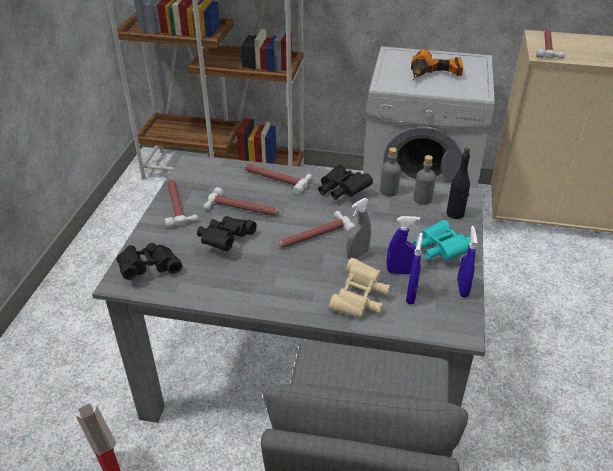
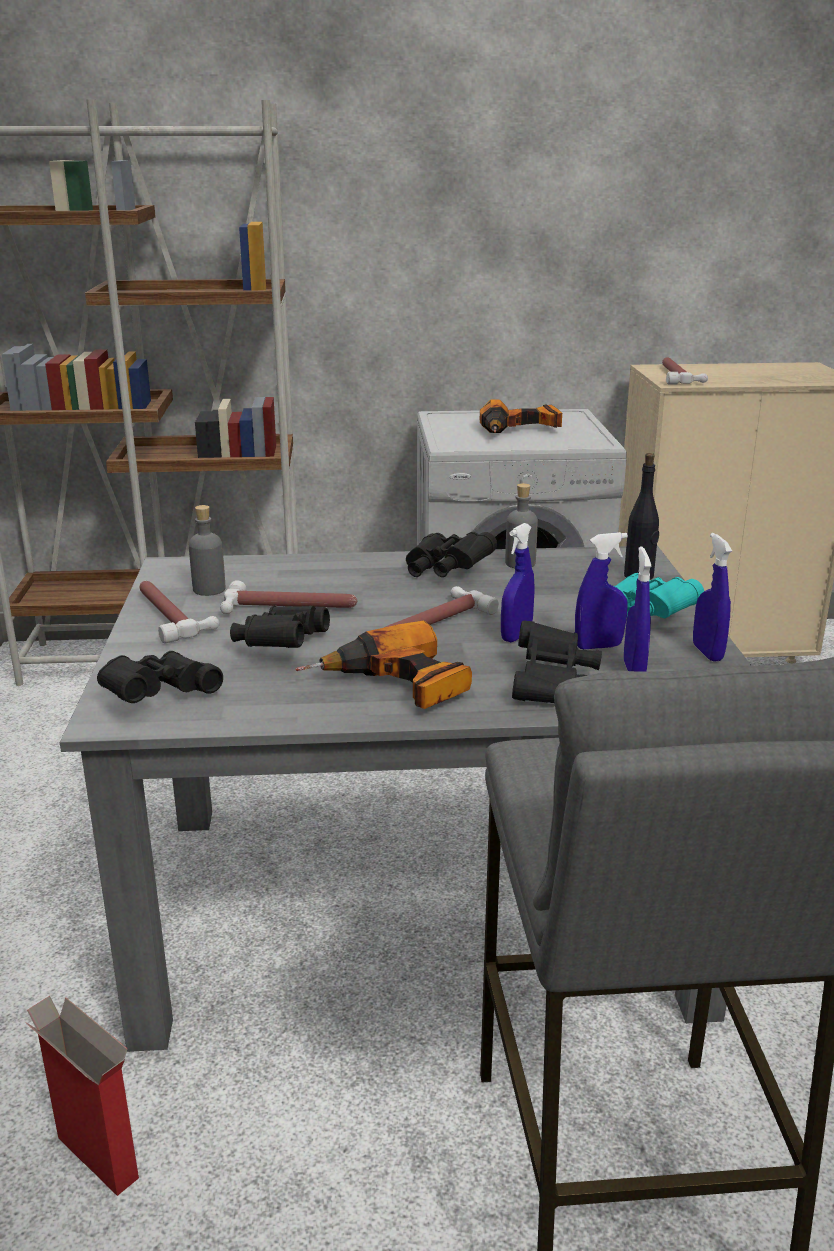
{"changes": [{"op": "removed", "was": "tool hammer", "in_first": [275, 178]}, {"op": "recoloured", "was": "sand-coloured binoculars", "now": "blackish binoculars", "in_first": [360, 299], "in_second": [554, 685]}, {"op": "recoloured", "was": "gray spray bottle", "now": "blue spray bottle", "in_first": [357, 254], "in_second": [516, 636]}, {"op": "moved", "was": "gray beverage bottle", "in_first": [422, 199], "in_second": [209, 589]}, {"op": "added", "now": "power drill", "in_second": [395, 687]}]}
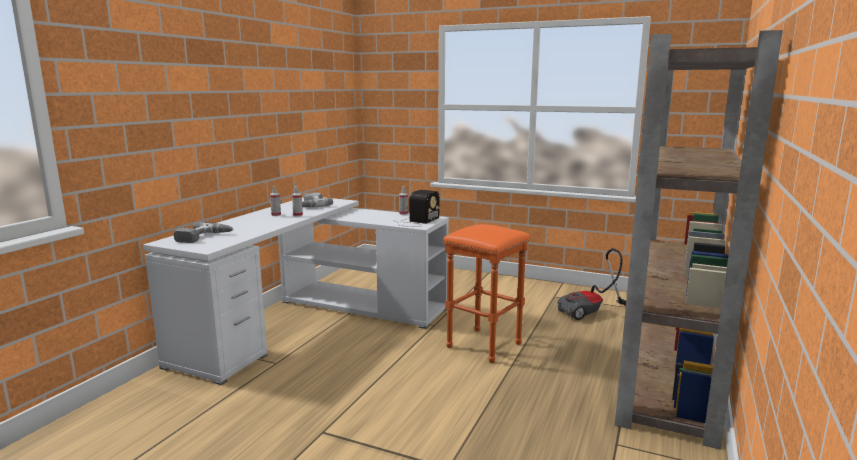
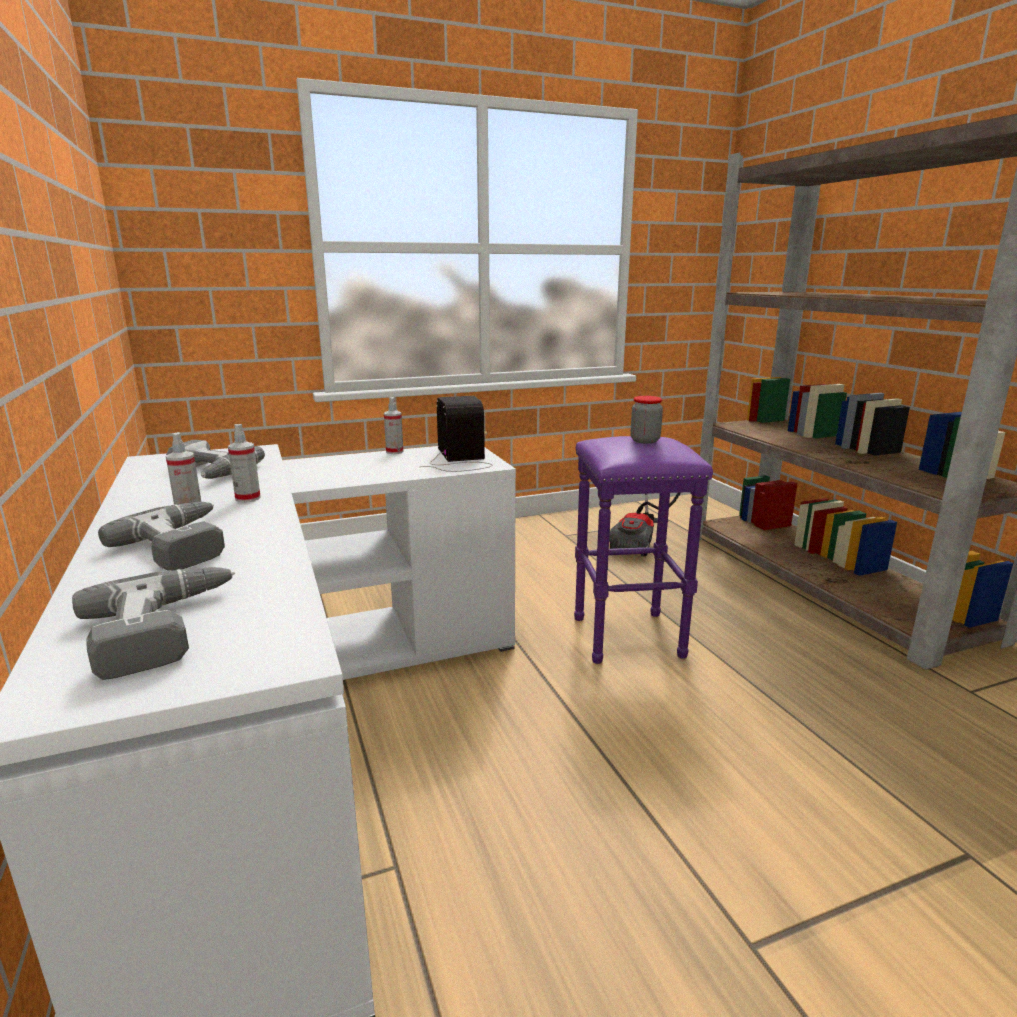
{"changes": [{"op": "recoloured", "was": "orange sitting stool", "now": "purple-coloured sitting stool", "in_first": [484, 346], "in_second": [630, 637]}, {"op": "added", "now": "power drill", "in_second": [186, 544]}, {"op": "added", "now": "jar", "in_second": [645, 440]}]}
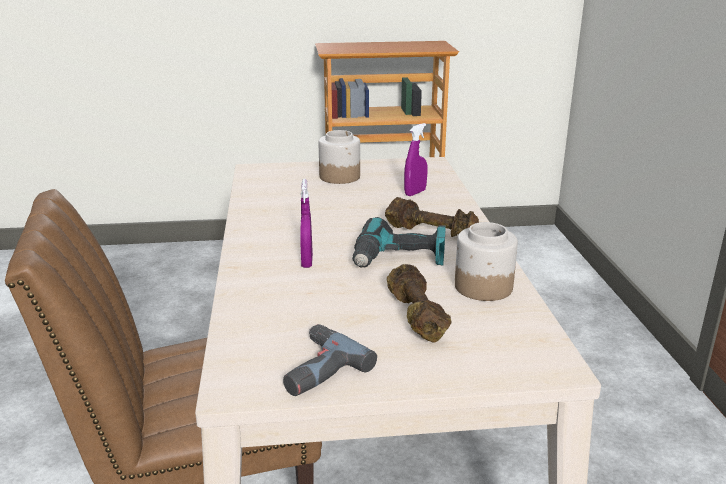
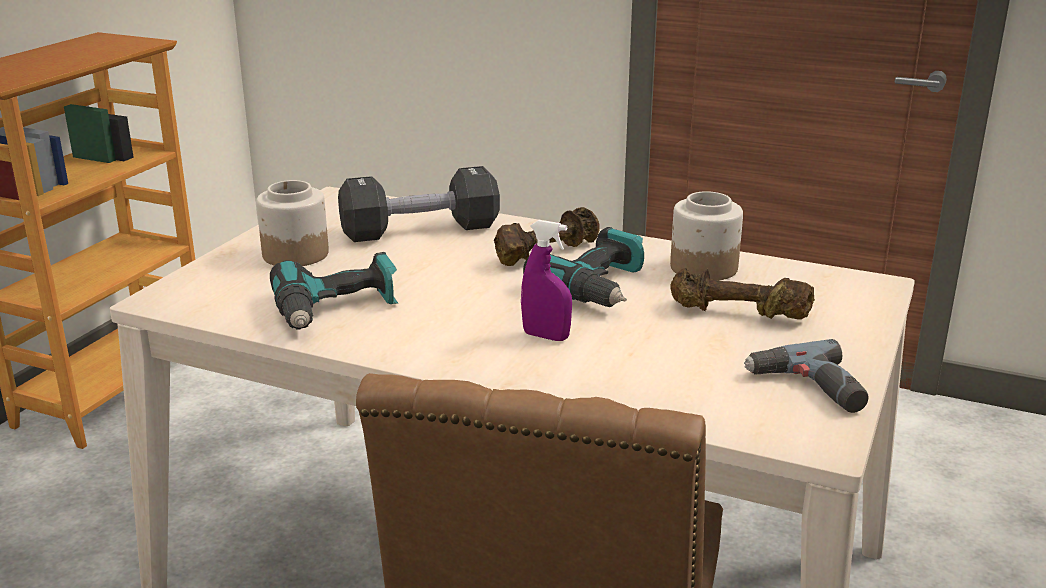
{"changes": [{"op": "replaced", "was": "purple-coloured spray bottle", "now": "blackish dumbbell", "in_first": [415, 193], "in_second": [420, 230]}, {"op": "added", "now": "power drill", "in_second": [337, 310]}]}
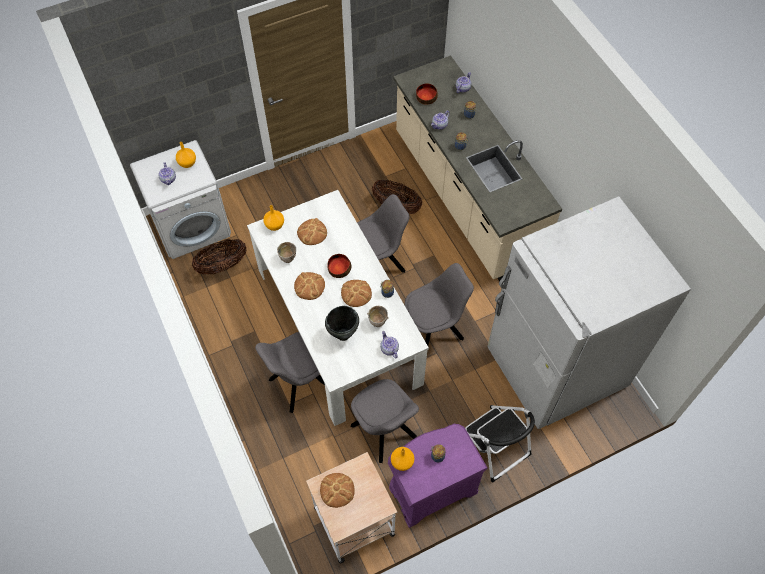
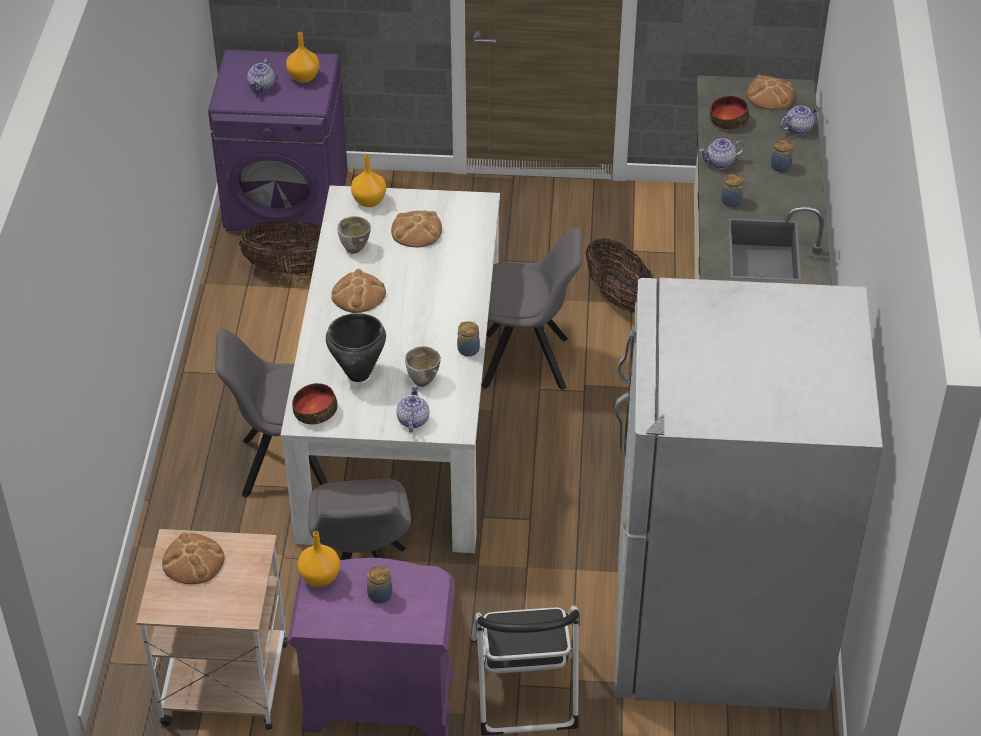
{"changes": [{"op": "recoloured", "was": "white-coloured laundry appliance", "now": "purple-coloured laundry appliance", "in_first": [192, 226], "in_second": [286, 202]}, {"op": "moved", "was": "bowl", "in_first": [339, 268], "in_second": [315, 411]}, {"op": "moved", "was": "bakery bread", "in_first": [356, 293], "in_second": [770, 95]}, {"op": "removed", "was": "gray plain chair", "in_first": [433, 331]}]}
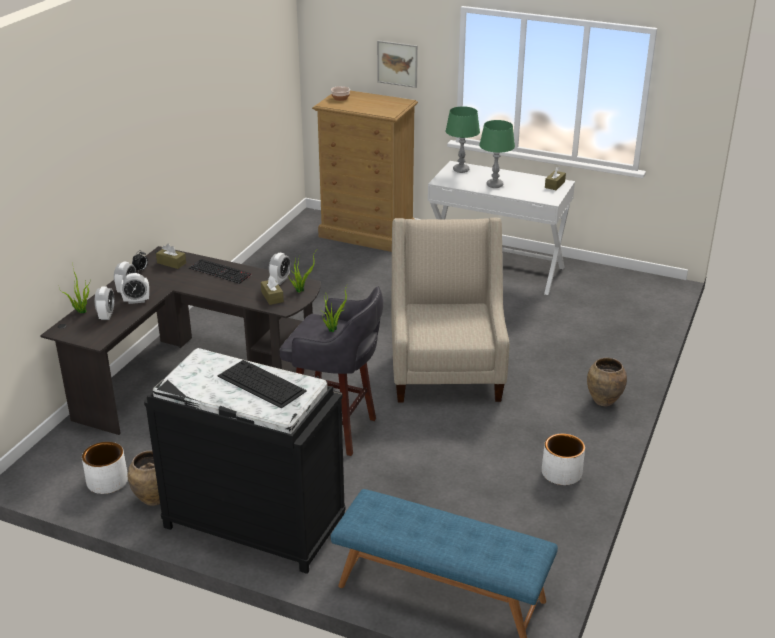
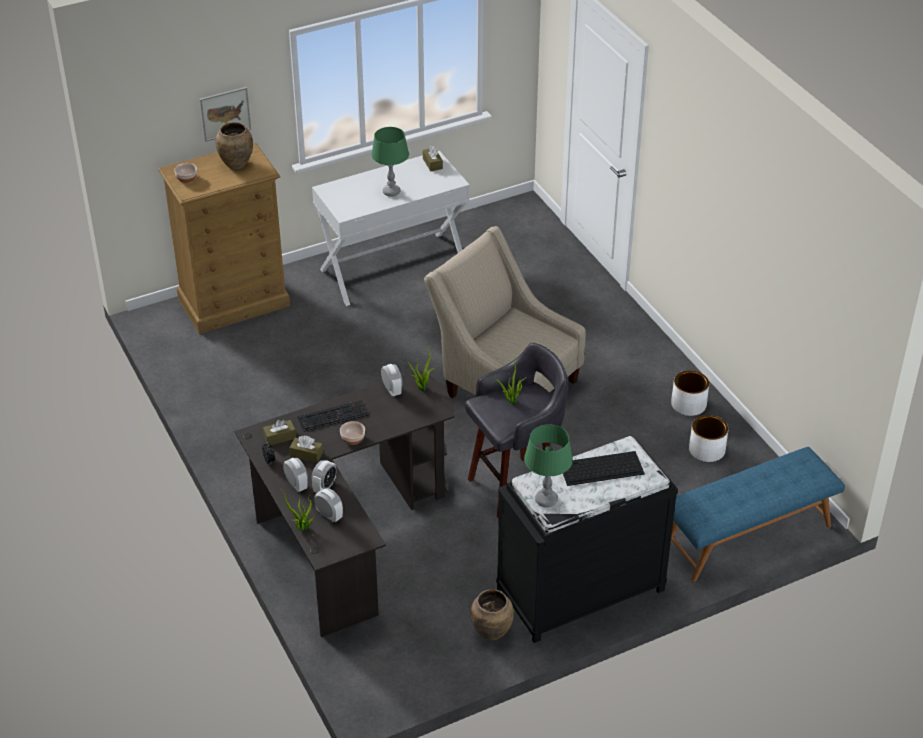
{"changes": [{"op": "moved", "was": "white-coloured flower pot", "in_first": [107, 482], "in_second": [706, 450]}, {"op": "moved", "was": "brown-coloured tissue holder", "in_first": [272, 297], "in_second": [306, 454]}, {"op": "moved", "was": "green lamp for a table", "in_first": [461, 170], "in_second": [546, 500]}, {"op": "moved", "was": "brown-coloured decorative vase", "in_first": [603, 401], "in_second": [236, 164]}, {"op": "added", "now": "bowl", "in_second": [352, 438]}]}
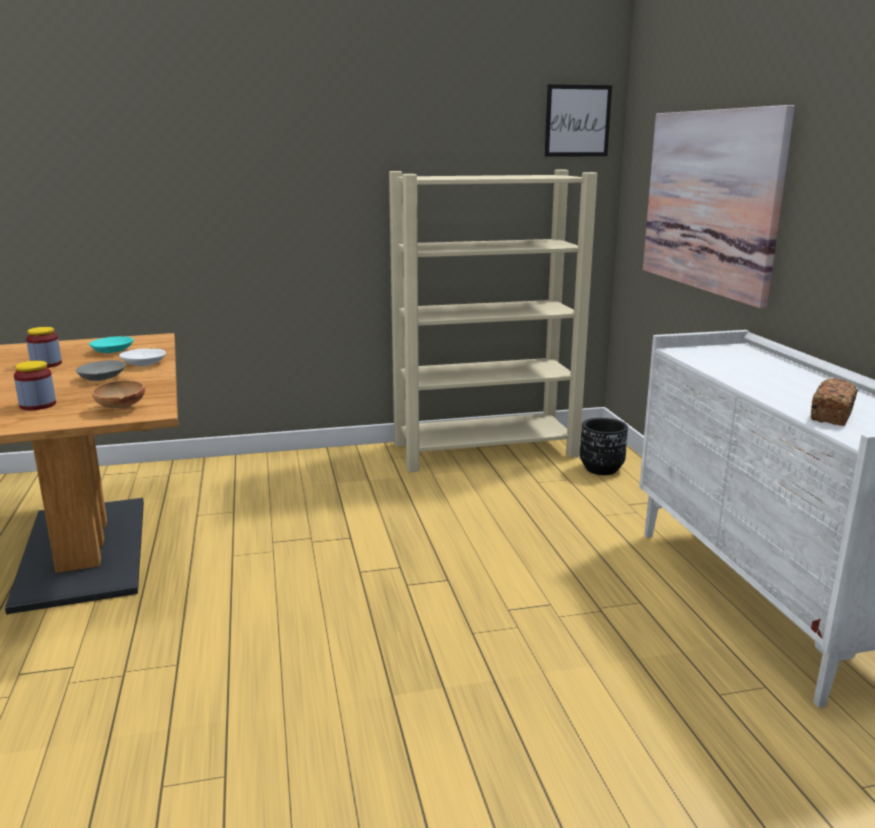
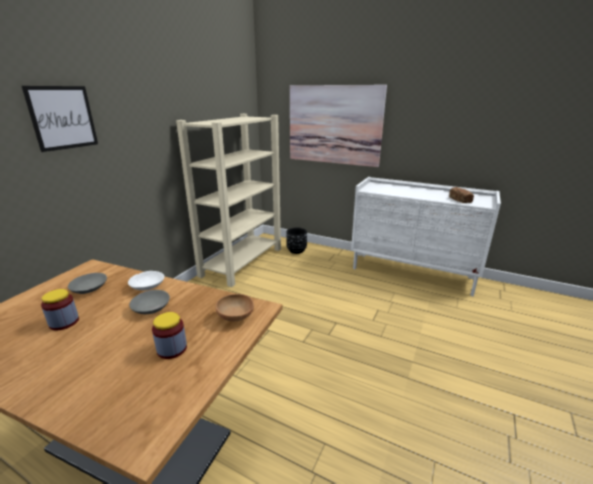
{"changes": [{"op": "recoloured", "was": "blue-green bowl", "now": "gray bowl", "in_first": [112, 351], "in_second": [89, 289]}, {"op": "moved", "was": "picture", "in_first": [577, 121], "in_second": [63, 118]}]}
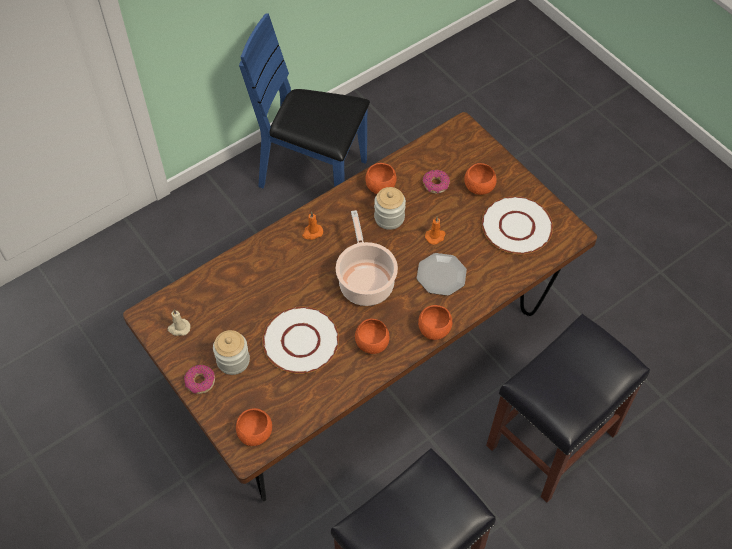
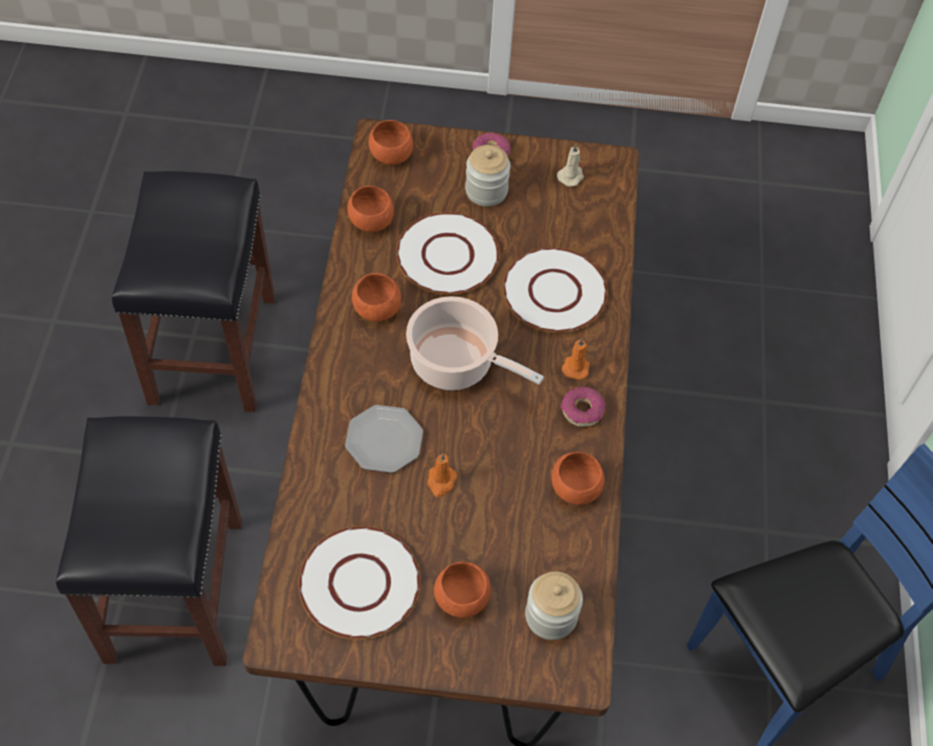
{"changes": [{"op": "moved", "was": "jar", "in_first": [389, 218], "in_second": [551, 616]}, {"op": "moved", "was": "orange bowl", "in_first": [434, 329], "in_second": [371, 222]}, {"op": "moved", "was": "ring doughnut", "in_first": [435, 185], "in_second": [582, 410]}, {"op": "added", "now": "white-coloured flat dish", "in_second": [554, 292]}]}
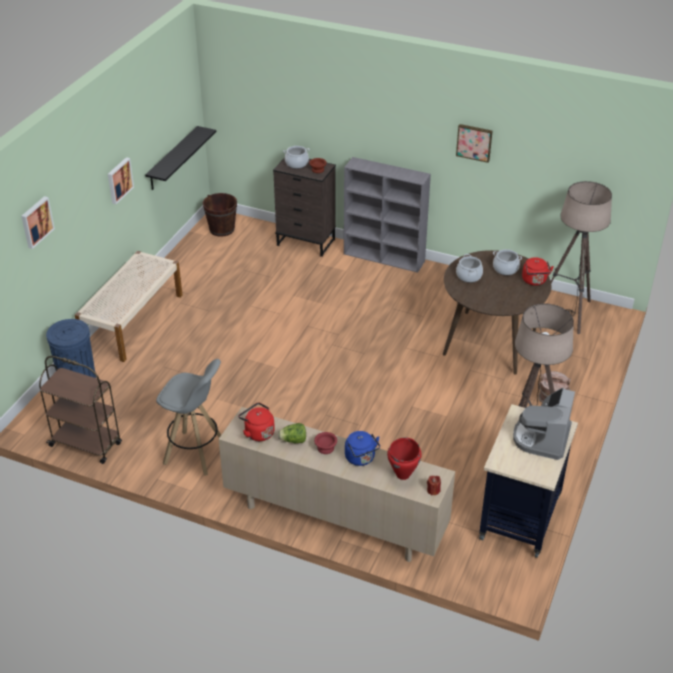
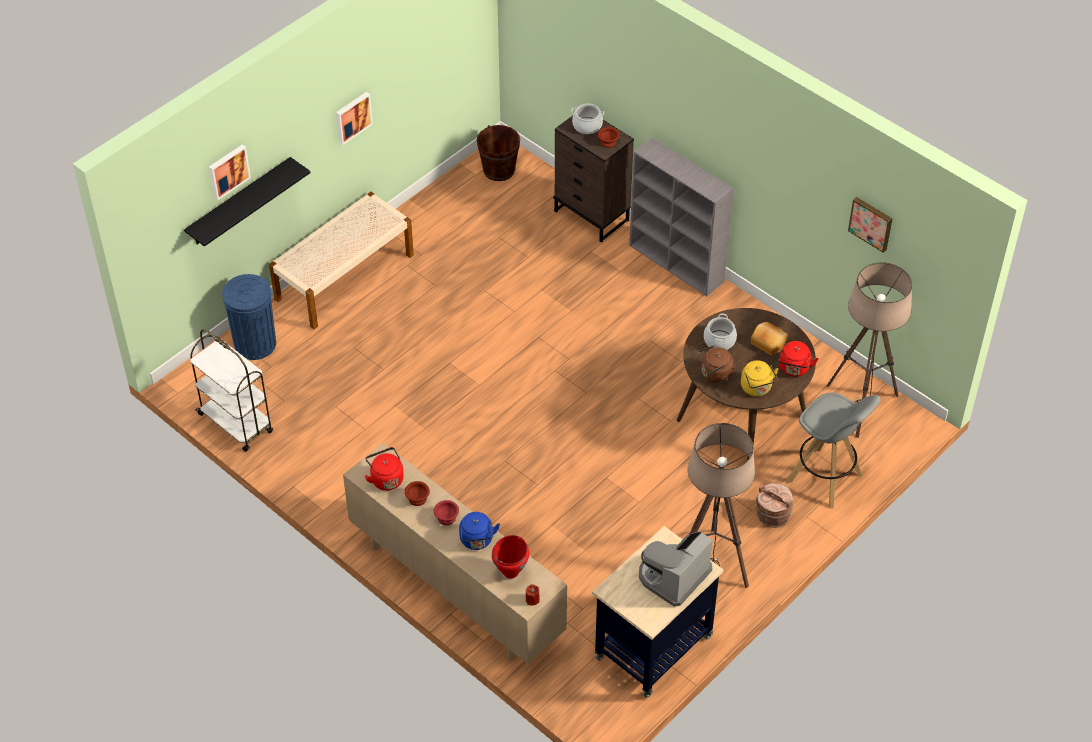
{"changes": [{"op": "recoloured", "was": "brown-coloured wheeled cart", "now": "white-coloured wheeled cart", "in_first": [86, 445], "in_second": [236, 424]}, {"op": "moved", "was": "blackish wall shelf", "in_first": [173, 158], "in_second": [239, 202]}, {"op": "moved", "was": "gray sitting stool", "in_first": [196, 453], "in_second": [826, 479]}, {"op": "replaced", "was": "head of lettuce", "now": "brown-coloured bowl", "in_first": [293, 440], "in_second": [418, 499]}, {"op": "moved", "was": "picture", "in_first": [474, 142], "in_second": [871, 223]}, {"op": "replaced", "was": "cooking pot", "now": "bakery bread", "in_first": [505, 269], "in_second": [769, 342]}, {"op": "added", "now": "brown-coloured tea kettle", "in_second": [714, 375]}, {"op": "added", "now": "yellowish tea kettle", "in_second": [757, 388]}]}
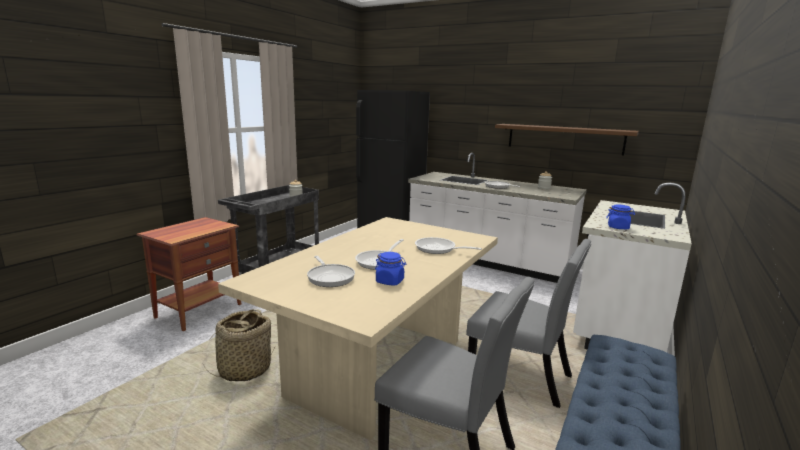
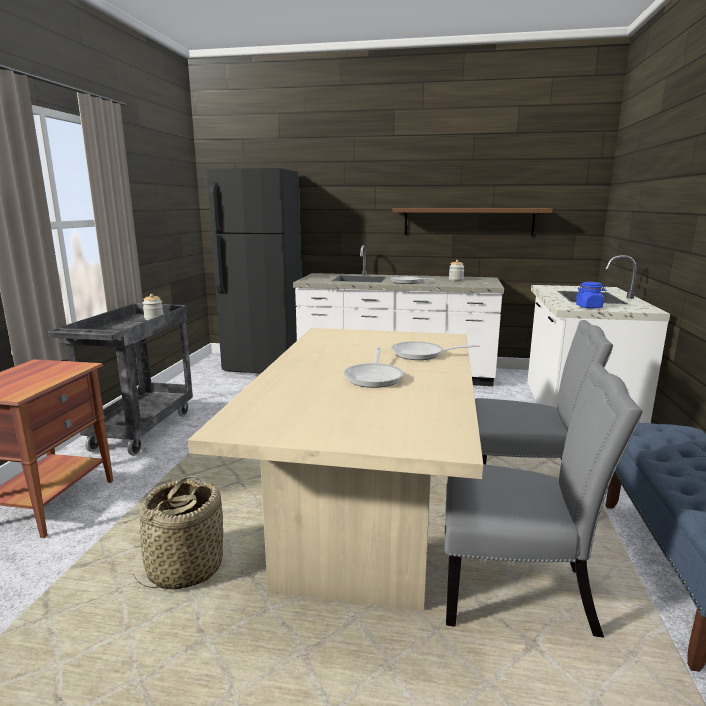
{"changes": [{"op": "removed", "was": "pan", "in_first": [330, 277]}, {"op": "removed", "was": "blue jar", "in_first": [390, 281]}]}
